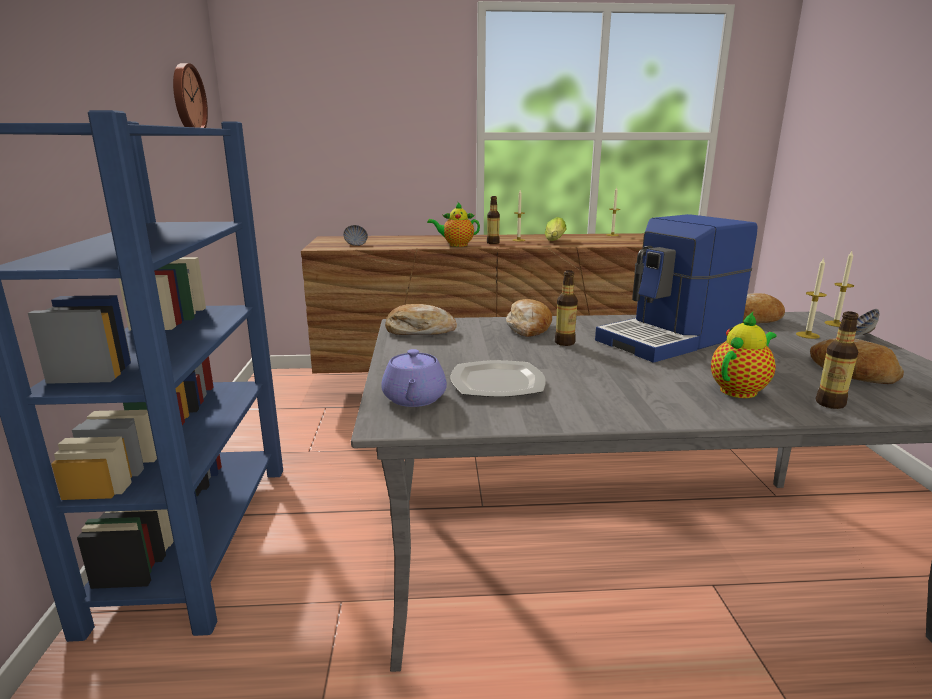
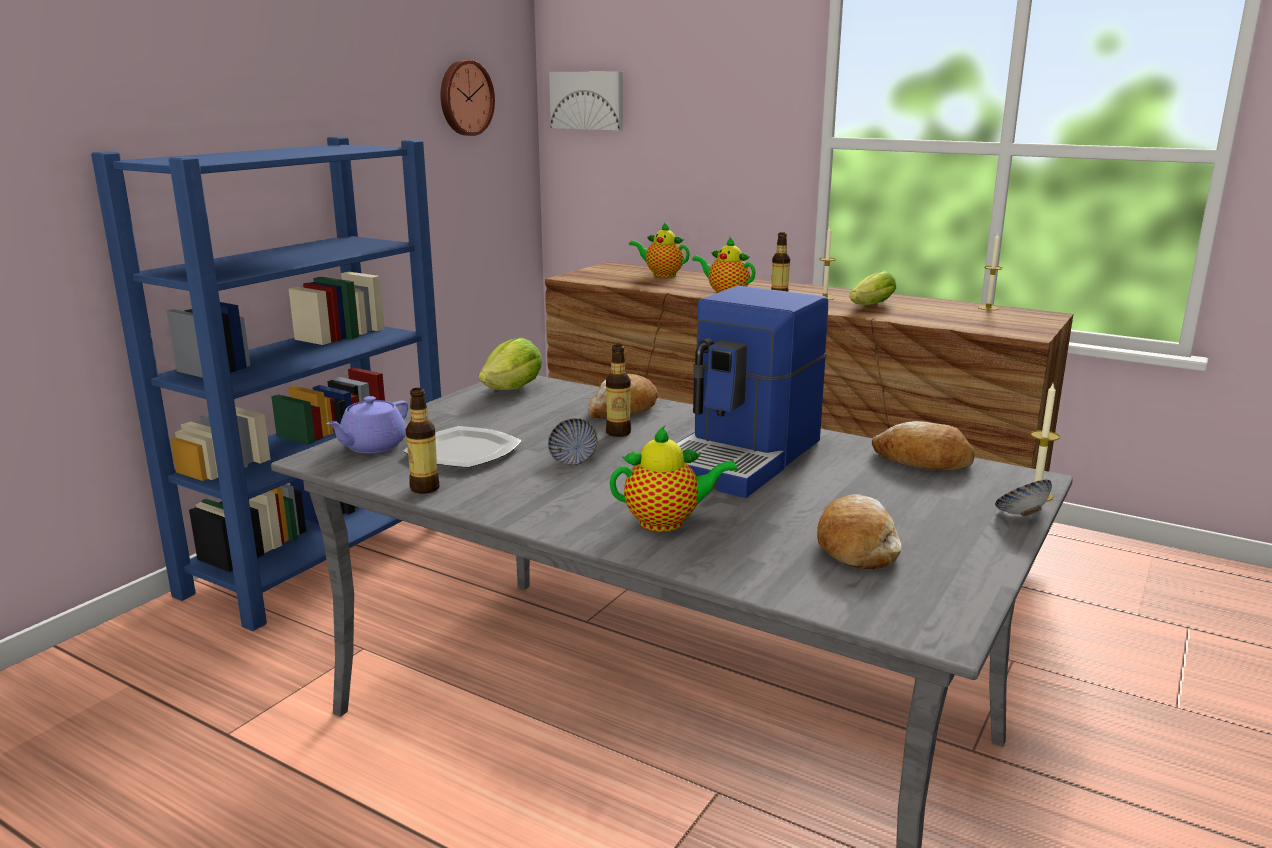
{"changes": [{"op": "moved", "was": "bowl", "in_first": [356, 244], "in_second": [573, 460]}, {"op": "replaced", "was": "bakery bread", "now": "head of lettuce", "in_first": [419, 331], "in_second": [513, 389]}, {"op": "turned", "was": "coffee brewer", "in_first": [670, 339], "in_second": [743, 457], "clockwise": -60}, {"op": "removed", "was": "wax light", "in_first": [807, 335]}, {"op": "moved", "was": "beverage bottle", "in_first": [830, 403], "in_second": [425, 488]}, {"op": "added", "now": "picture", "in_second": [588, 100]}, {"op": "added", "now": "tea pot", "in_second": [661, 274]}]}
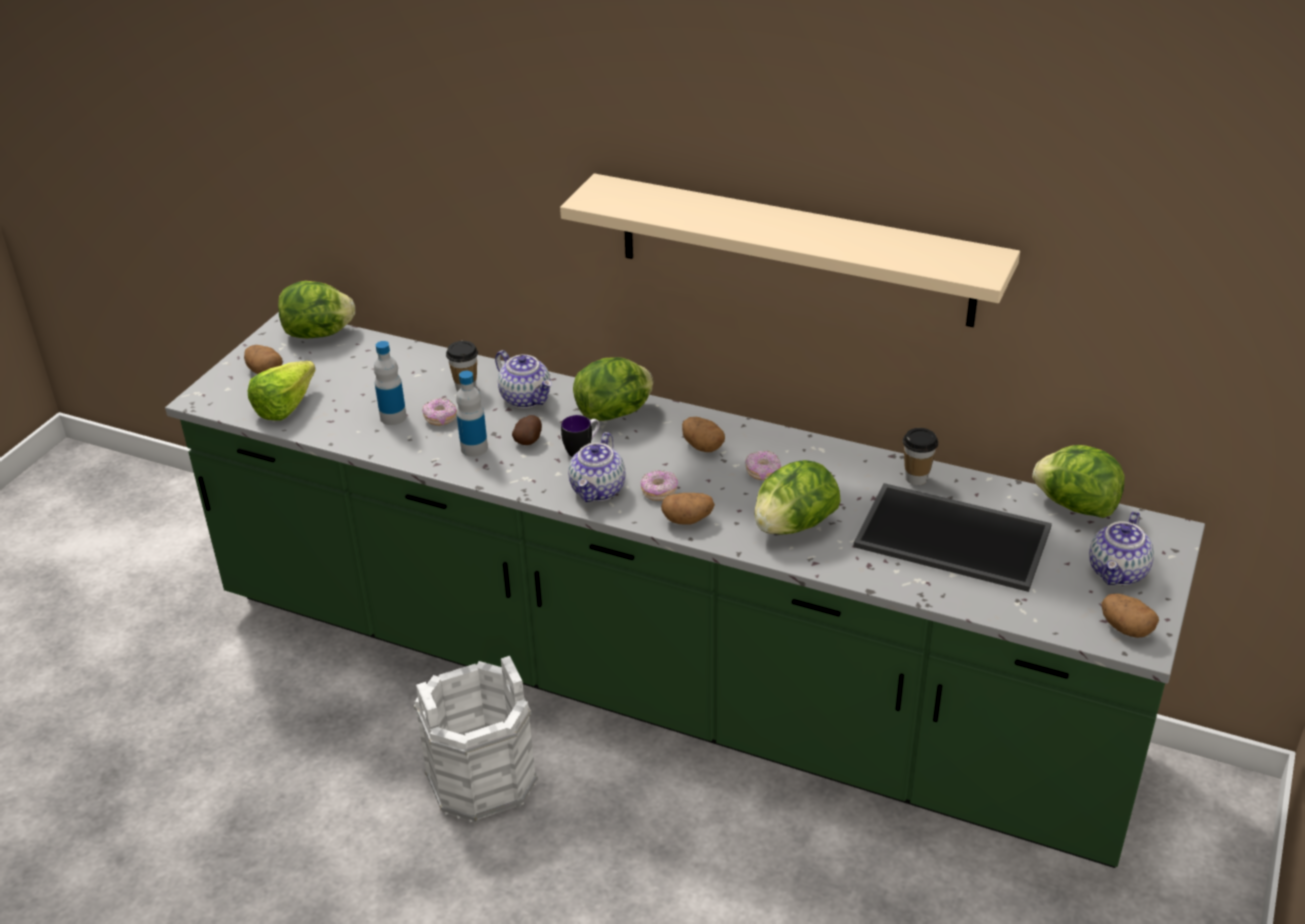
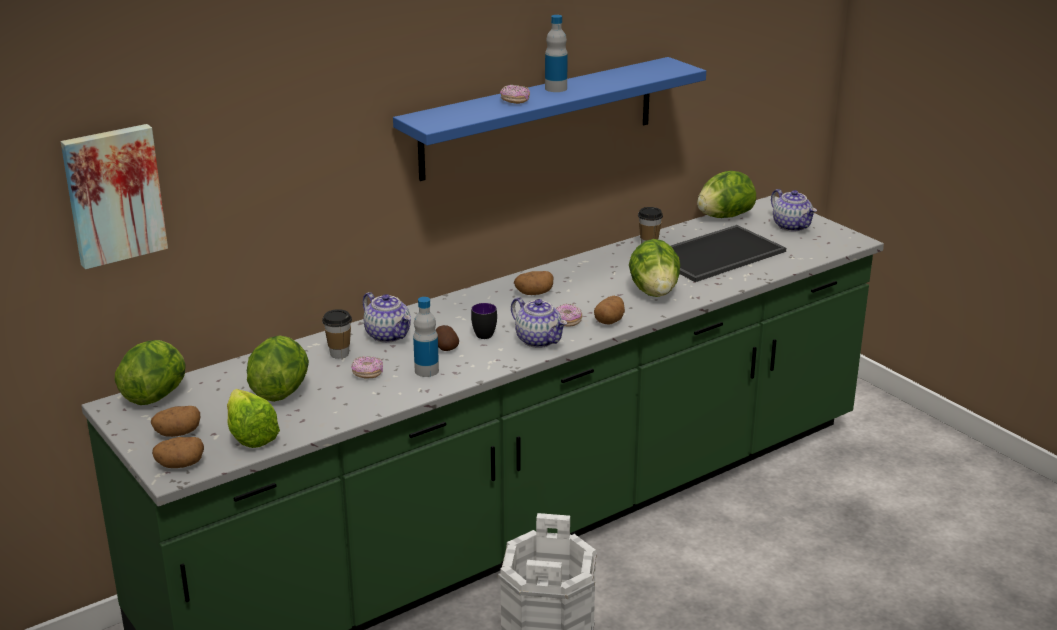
{"changes": [{"op": "moved", "was": "beverage bottle", "in_first": [393, 417], "in_second": [556, 88]}, {"op": "turned", "was": "tea pot", "in_first": [526, 398], "in_second": [388, 335], "clockwise": 60}, {"op": "recoloured", "was": "sand-coloured wall shelf", "now": "blue wall shelf", "in_first": [795, 250], "in_second": [539, 118]}, {"op": "moved", "was": "head of lettuce", "in_first": [615, 413], "in_second": [280, 391]}, {"op": "moved", "was": "ring doughnut", "in_first": [763, 472], "in_second": [515, 101]}, {"op": "moved", "was": "whole potato", "in_first": [1125, 628], "in_second": [180, 465]}, {"op": "added", "now": "picture", "in_second": [113, 194]}]}
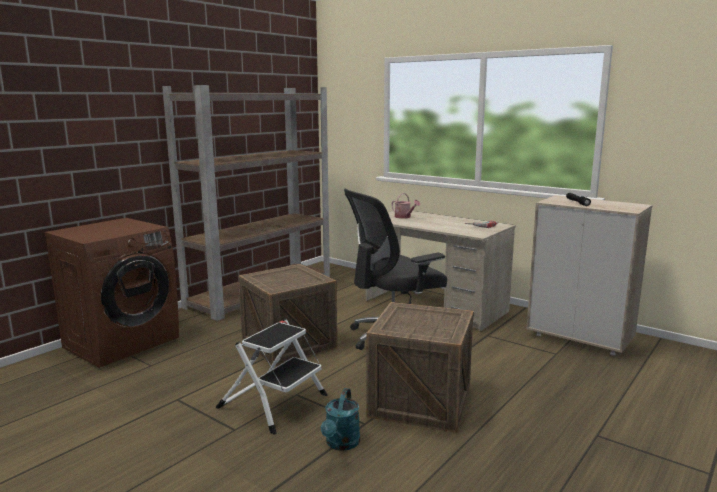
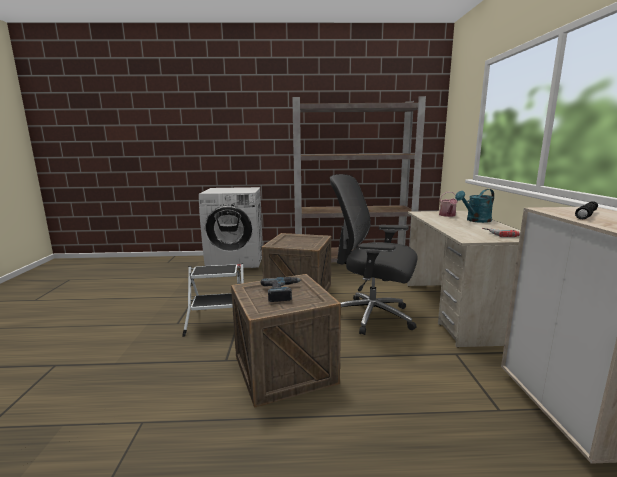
{"changes": [{"op": "recoloured", "was": "brown-coloured laundry appliance", "now": "white-coloured laundry appliance", "in_first": [122, 344], "in_second": [236, 262]}, {"op": "moved", "was": "blue-green watering pot", "in_first": [341, 444], "in_second": [475, 220]}, {"op": "added", "now": "power drill", "in_second": [282, 292]}]}
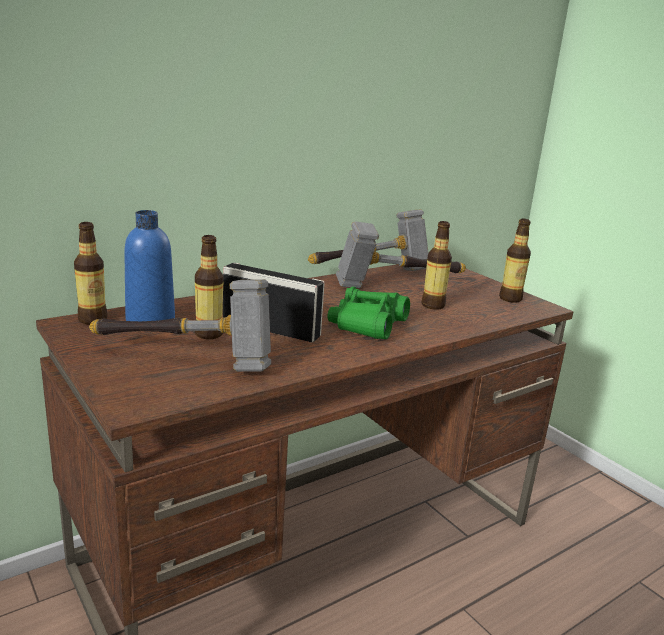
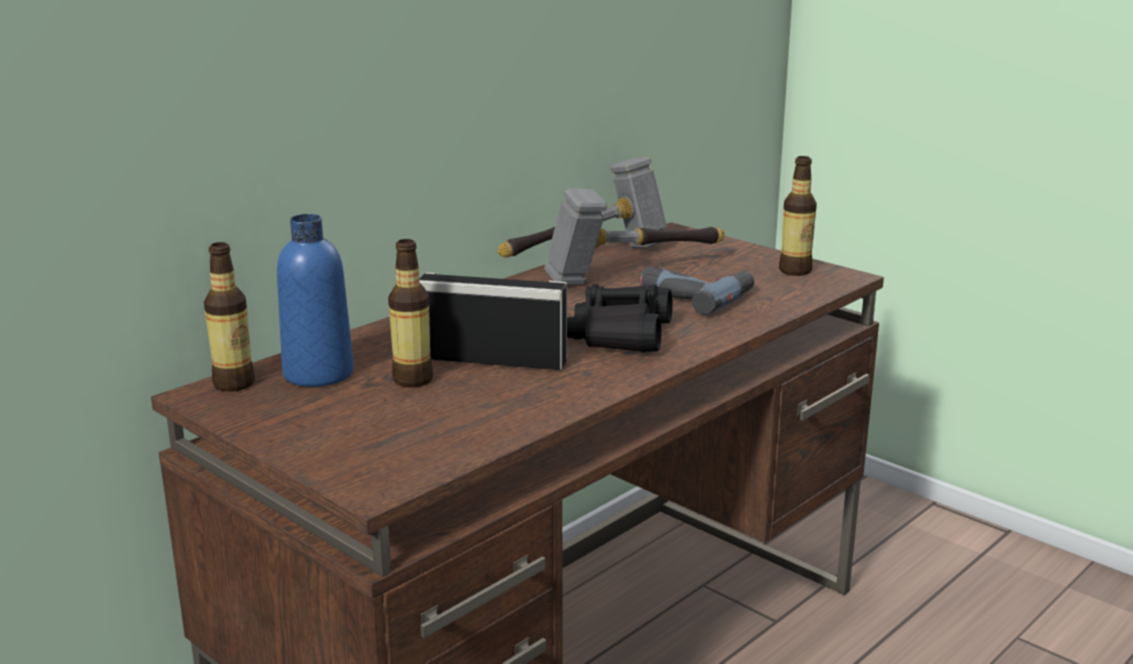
{"changes": [{"op": "removed", "was": "tool hammer", "in_first": [187, 360]}, {"op": "recoloured", "was": "green binoculars", "now": "blackish binoculars", "in_first": [367, 324], "in_second": [621, 335]}, {"op": "replaced", "was": "beverage bottle", "now": "power drill", "in_first": [433, 305], "in_second": [695, 295]}]}
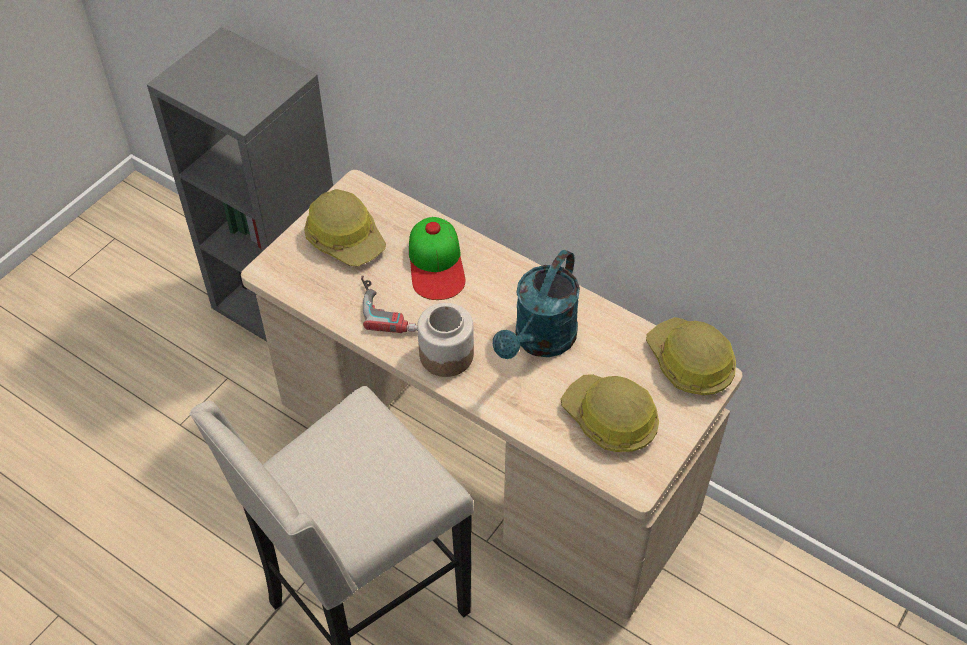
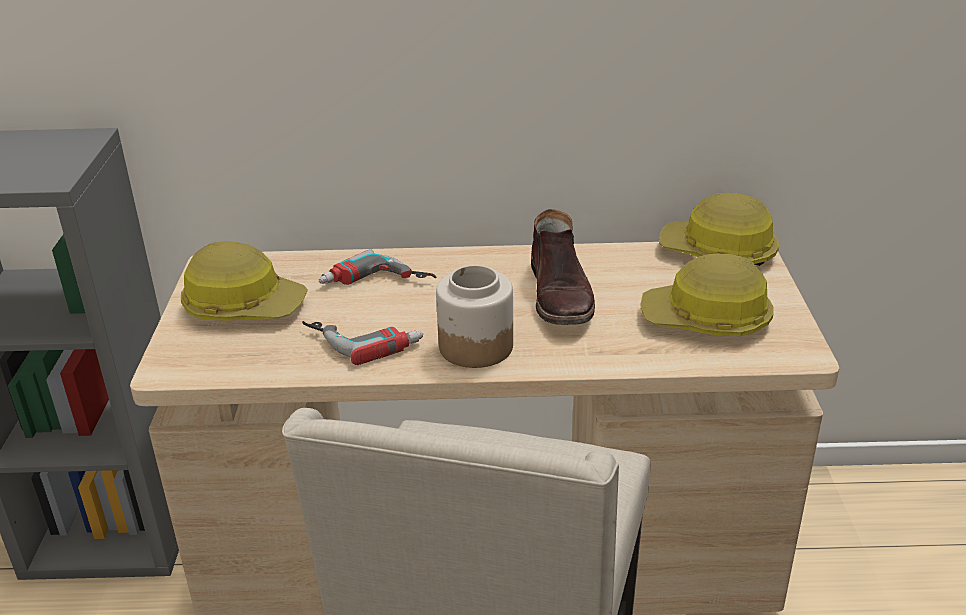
{"changes": [{"op": "replaced", "was": "peaked cap", "now": "power drill", "in_first": [436, 263], "in_second": [376, 285]}, {"op": "replaced", "was": "blue-green watering pot", "now": "brown-coloured boot", "in_first": [540, 341], "in_second": [561, 296]}]}
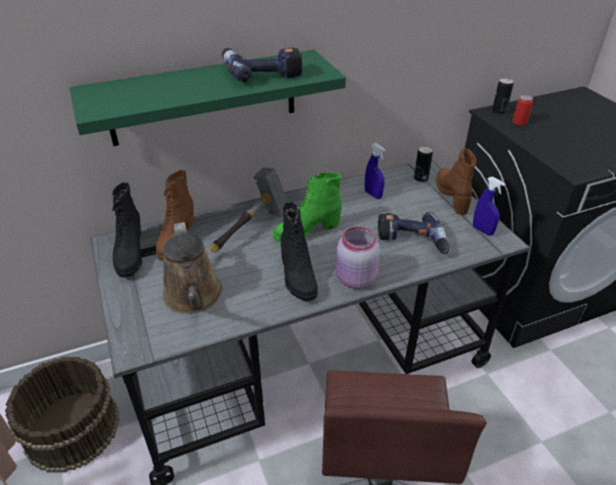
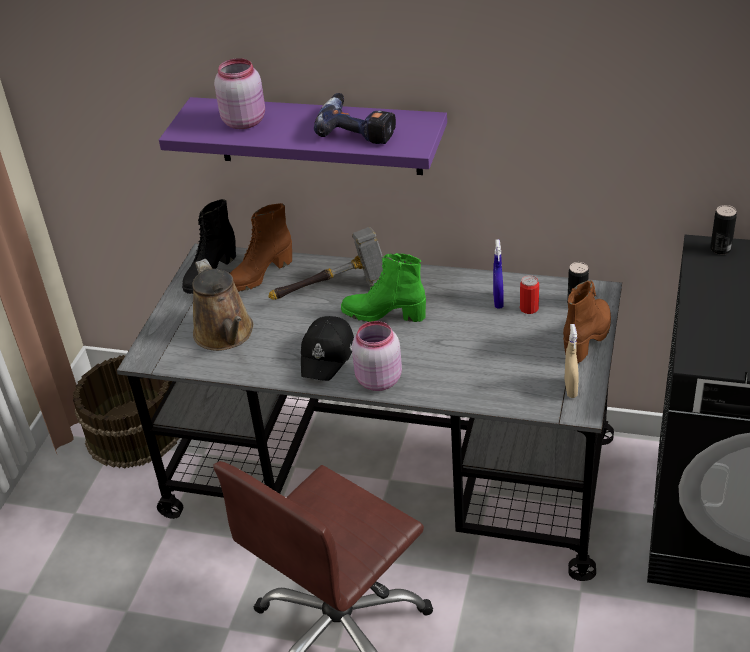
{"changes": [{"op": "recoloured", "was": "green wall shelf", "now": "purple-coloured wall shelf", "in_first": [204, 98], "in_second": [318, 136]}, {"op": "turned", "was": "brown-coloured watering pot", "in_first": [193, 297], "in_second": [226, 334], "clockwise": -45}, {"op": "replaced", "was": "blackish boot", "now": "blackish peaked cap", "in_first": [297, 277], "in_second": [327, 355]}, {"op": "removed", "was": "power drill", "in_first": [411, 242]}, {"op": "recoloured", "was": "blue spray bottle", "now": "sand-coloured spray bottle", "in_first": [482, 230], "in_second": [570, 389]}, {"op": "moved", "was": "metal can", "in_first": [519, 122], "in_second": [529, 308]}, {"op": "added", "now": "pinkish jar", "in_second": [244, 121]}]}
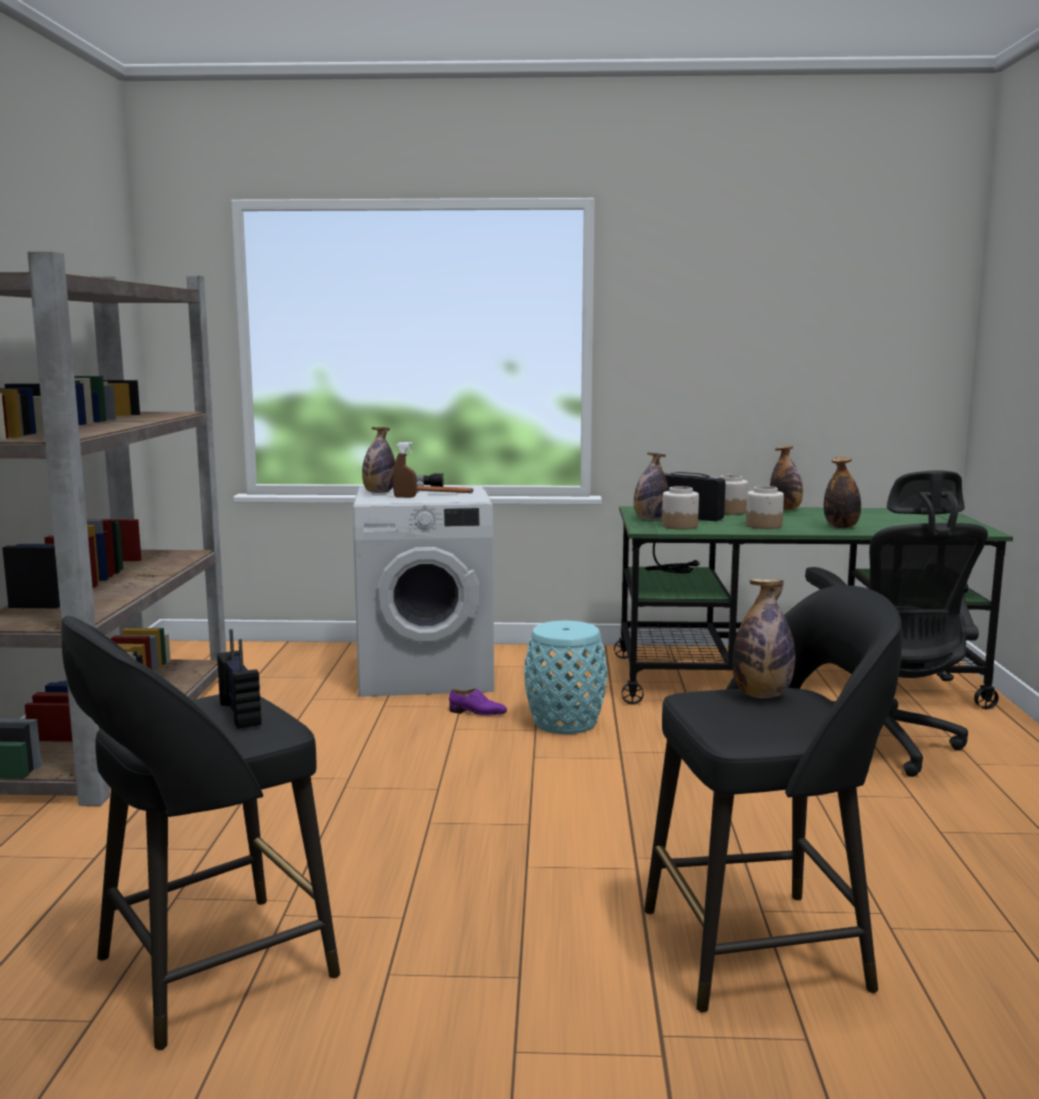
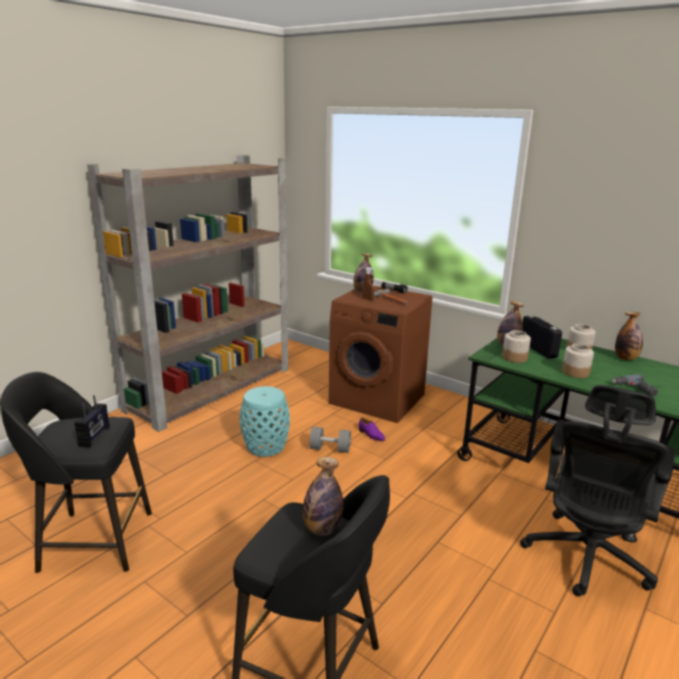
{"changes": [{"op": "recoloured", "was": "white-coloured laundry appliance", "now": "brown-coloured laundry appliance", "in_first": [425, 675], "in_second": [376, 399]}, {"op": "moved", "was": "blue-green sitting stool", "in_first": [565, 723], "in_second": [266, 446]}, {"op": "replaced", "was": "beverage bottle", "now": "power drill", "in_first": [841, 527], "in_second": [634, 389]}, {"op": "added", "now": "gray dumbbell", "in_second": [330, 449]}]}
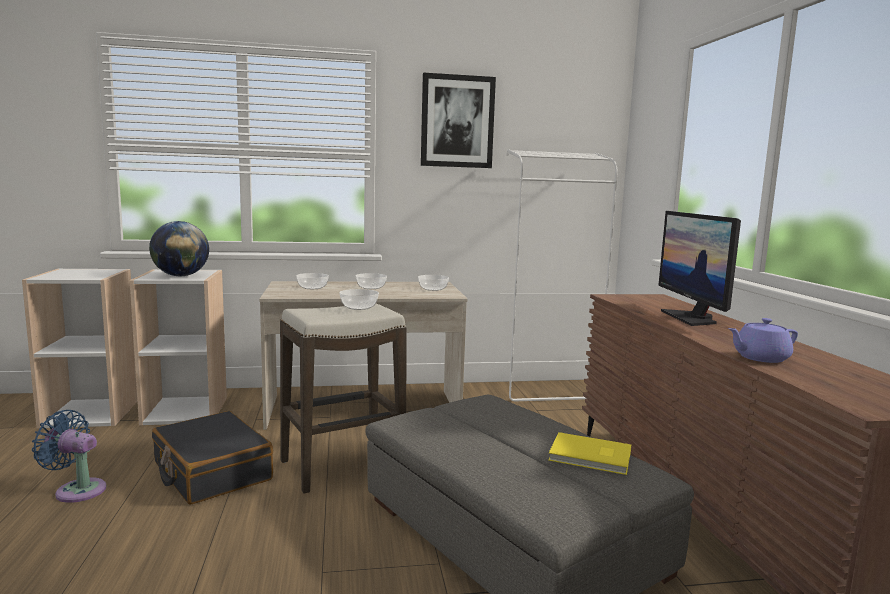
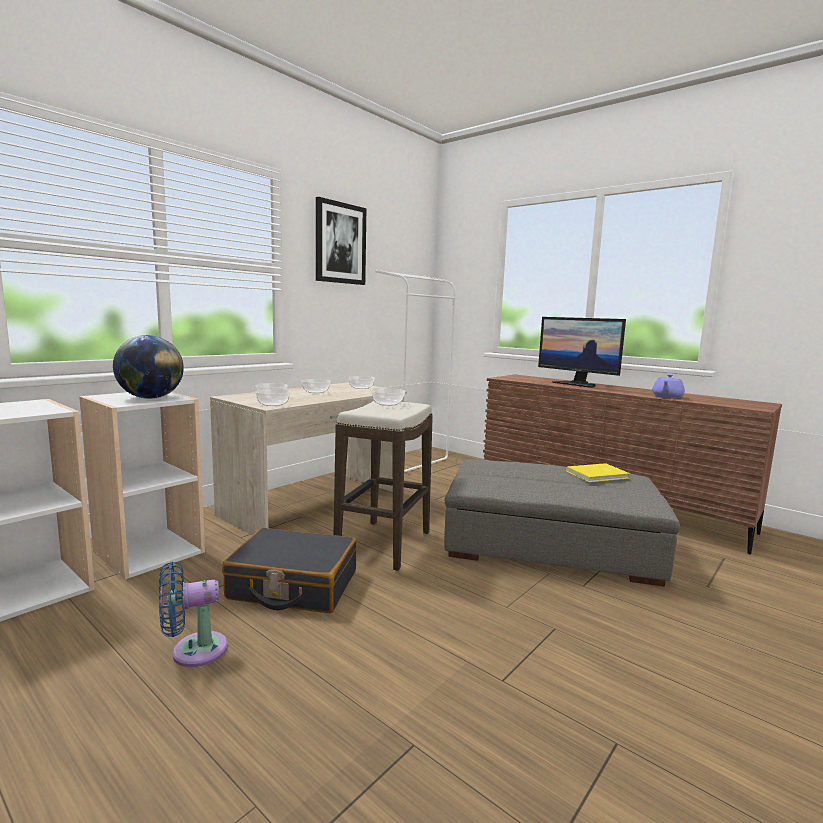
{"changes": [{"op": "added", "now": "bowl", "in_second": [272, 404]}]}
